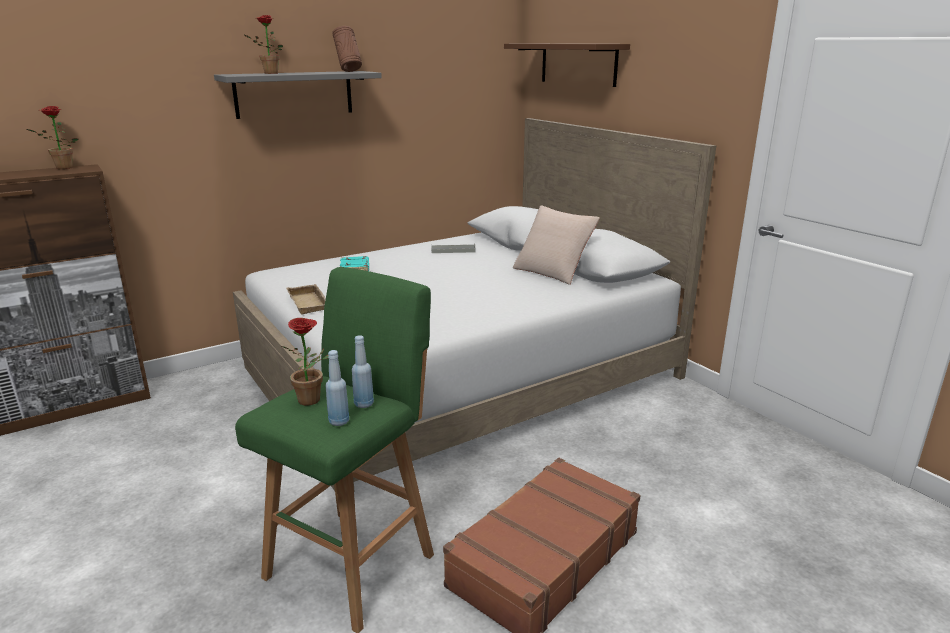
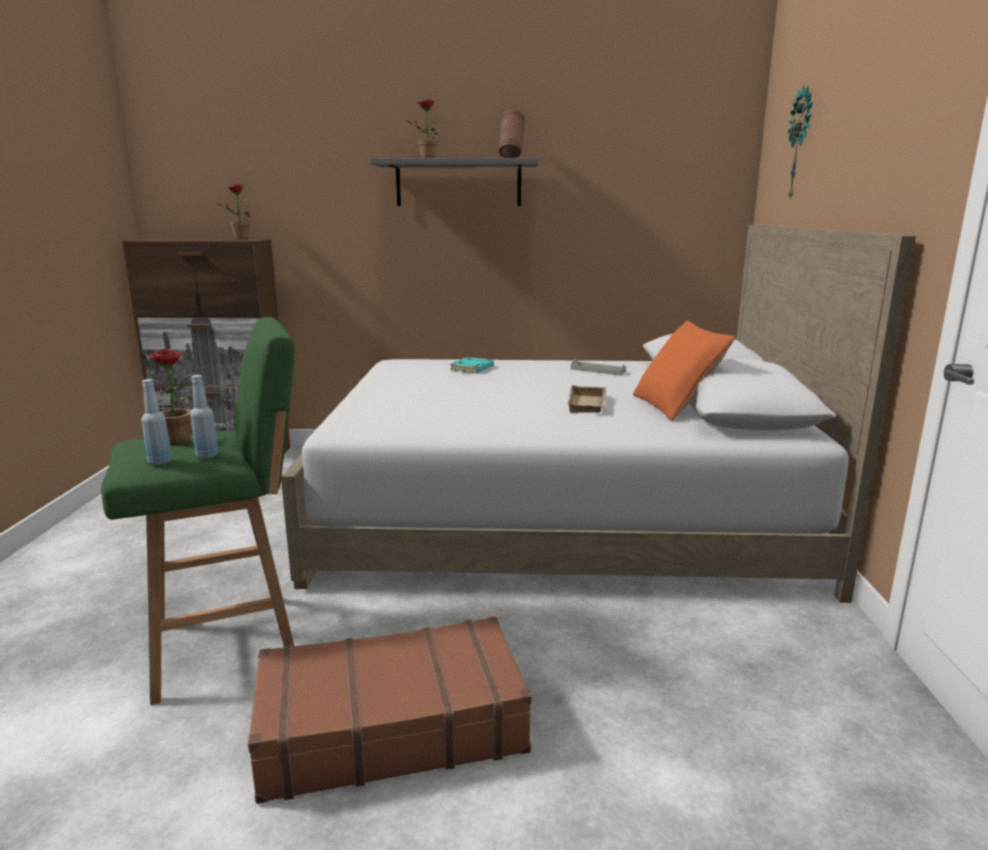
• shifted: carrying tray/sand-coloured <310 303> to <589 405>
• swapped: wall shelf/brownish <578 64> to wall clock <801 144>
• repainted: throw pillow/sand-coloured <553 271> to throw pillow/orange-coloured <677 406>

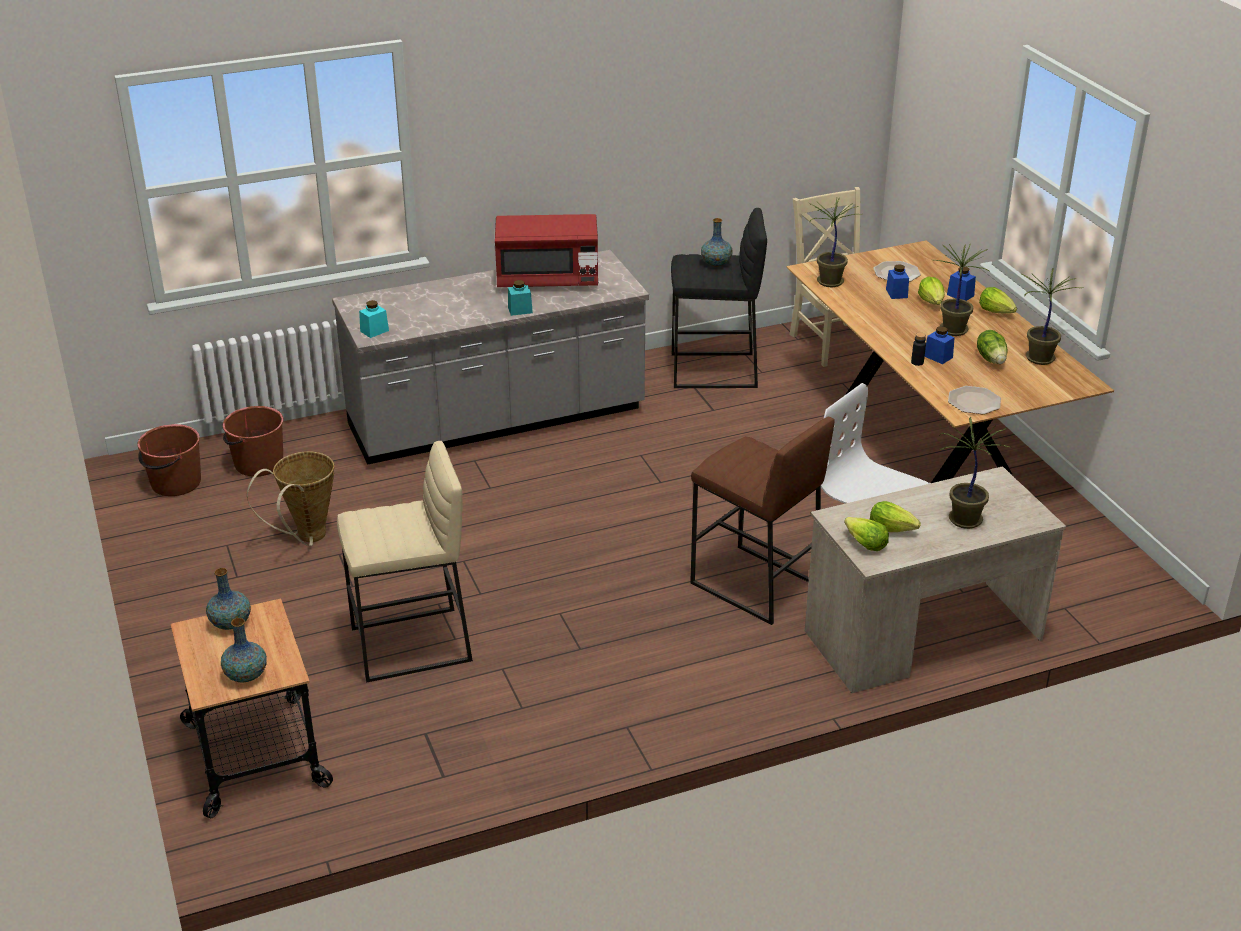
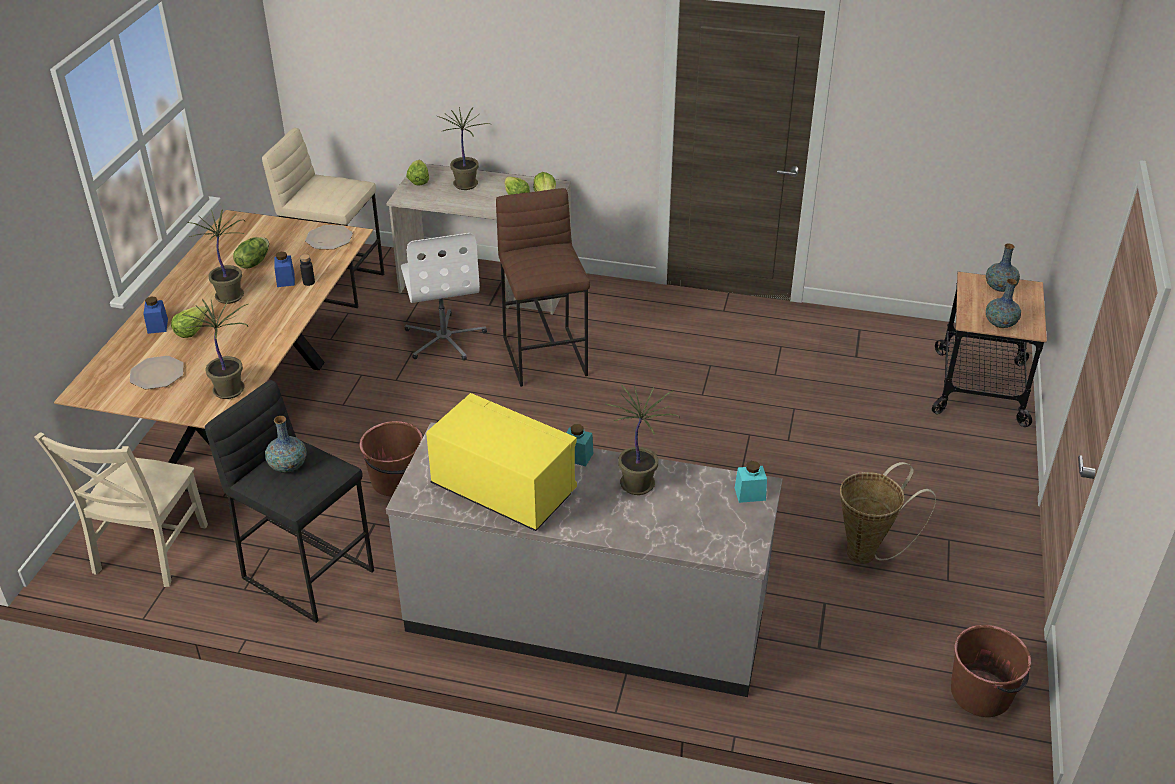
• gone: storage jar/blue-coloured <896 293>
• shifted: bucket/brownish <258 463> to <397 480>
• shifted: stool seat/sand-coloured <411 645> to <336 283>
• shifted: lettuce <996 311> to <418 180>
• shifted: plant in a pot <1039 359> to <639 484>
• repainted: kitchen microwave/reddish <547 279> to kitchen microwave/yellow <503 490>

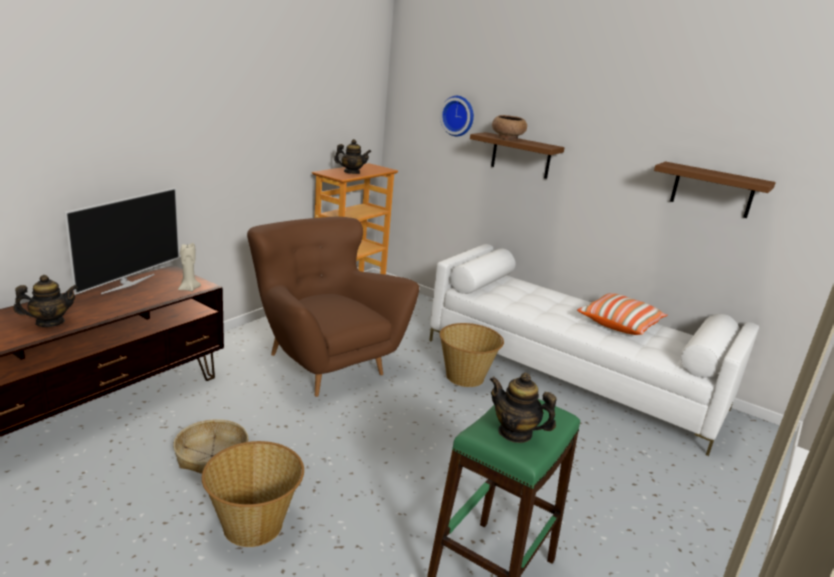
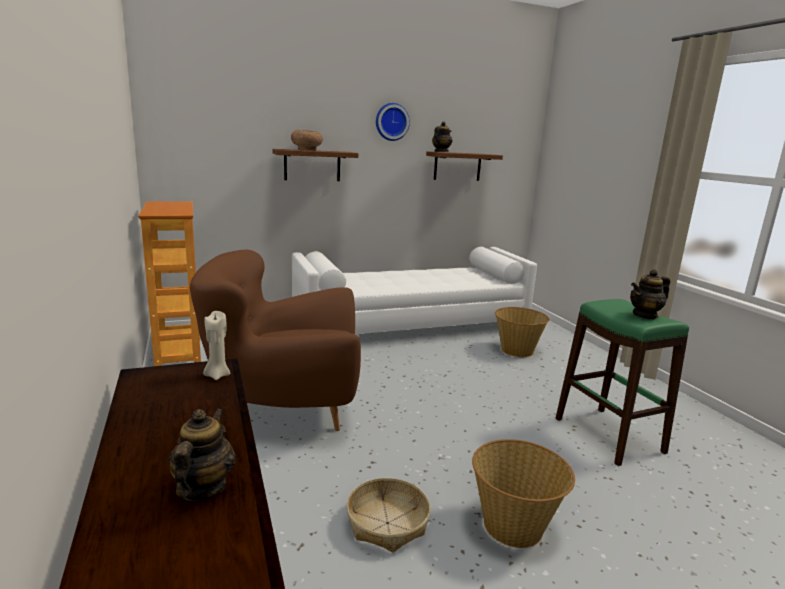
• gone: TV set <128 283>
• gone: throw pillow <620 324>
• shifted: teapot <351 172> to <441 152>
• shifted: wall clock <458 116> to <391 122>
• shifted: basket <465 377> to <517 350>

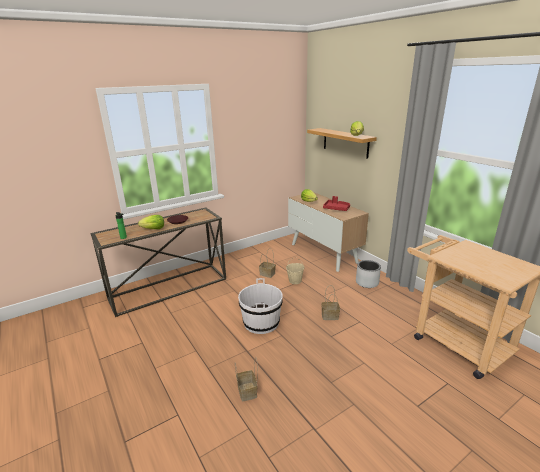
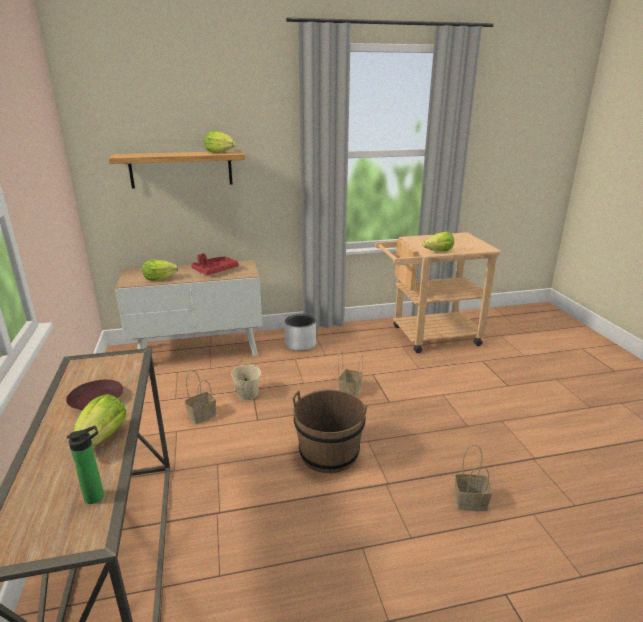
• new: lettuce <439 251>
• repainted: bucket/white <261 322> to bucket/brownish <329 453>

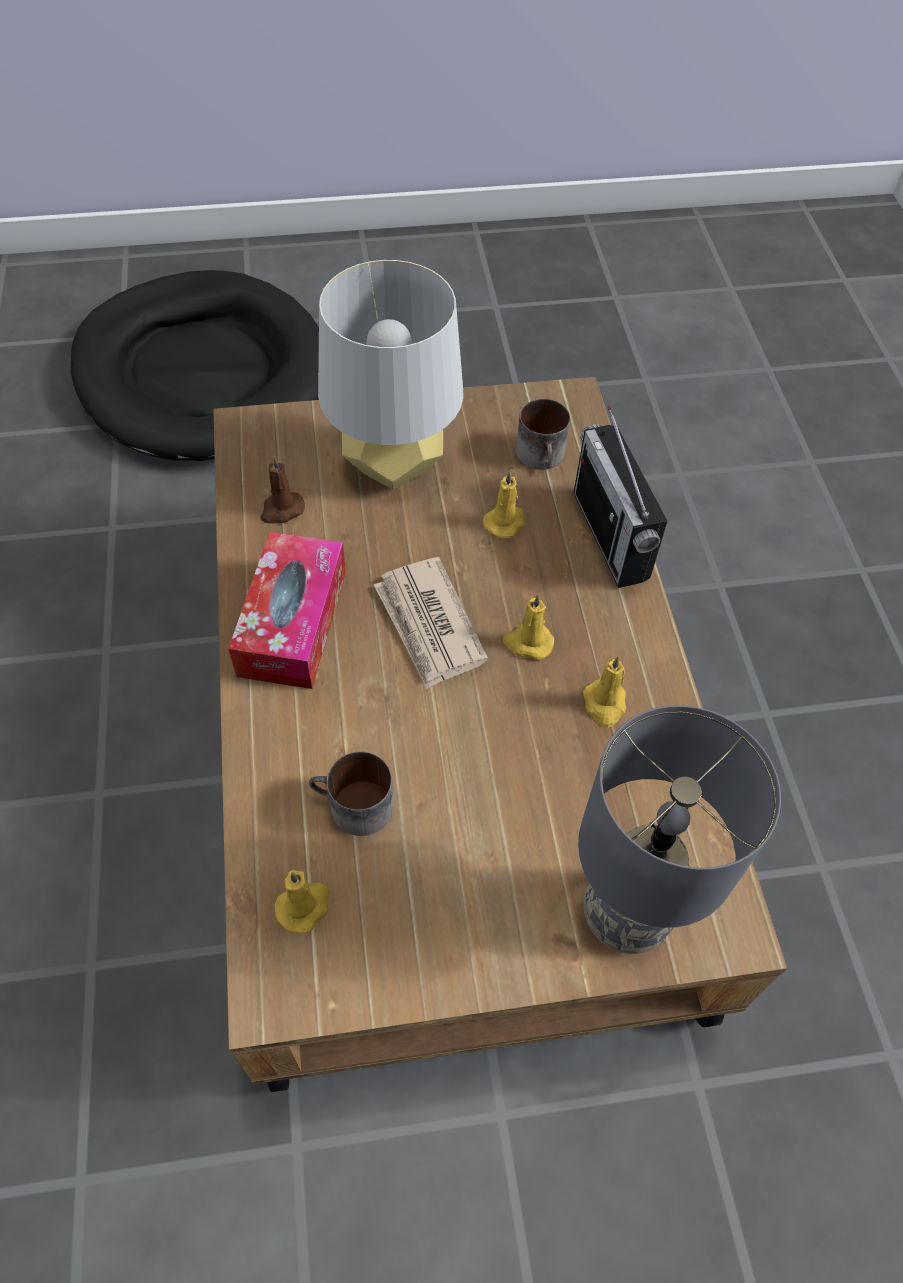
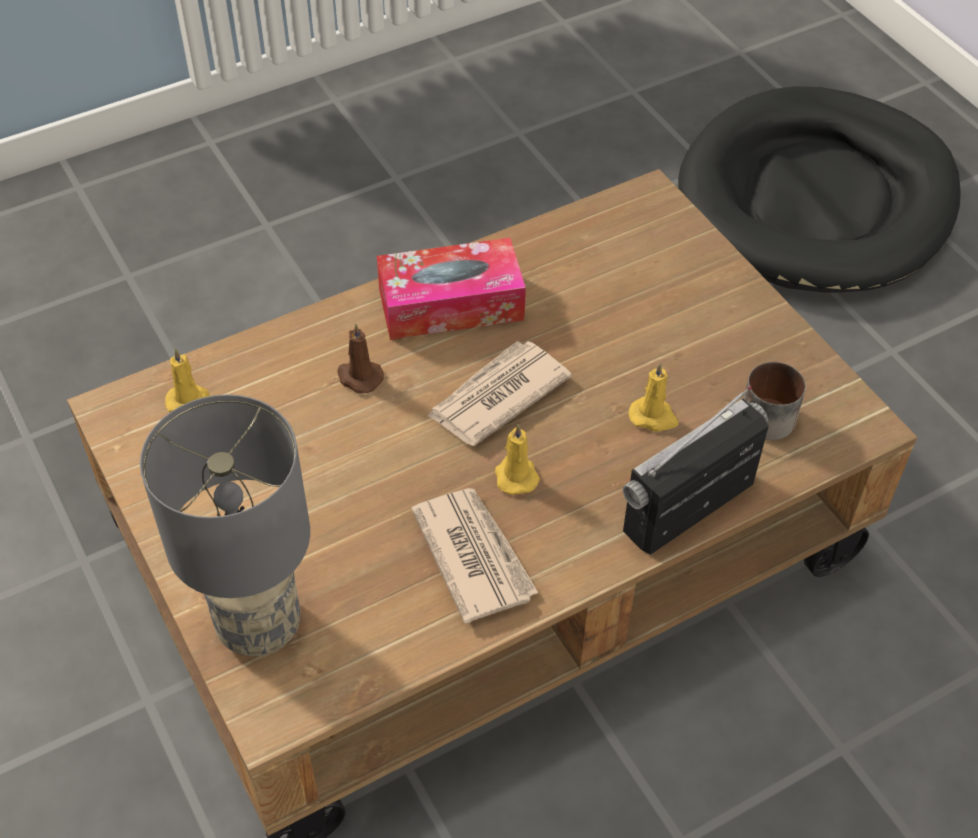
• gone: coffee mug <352 808>
• gone: table lamp/gray <393 465>
• shifted: candle/brownish <281 510> to <359 377>
• swapped: candle/yellow <604 704> to daily paper <473 555>

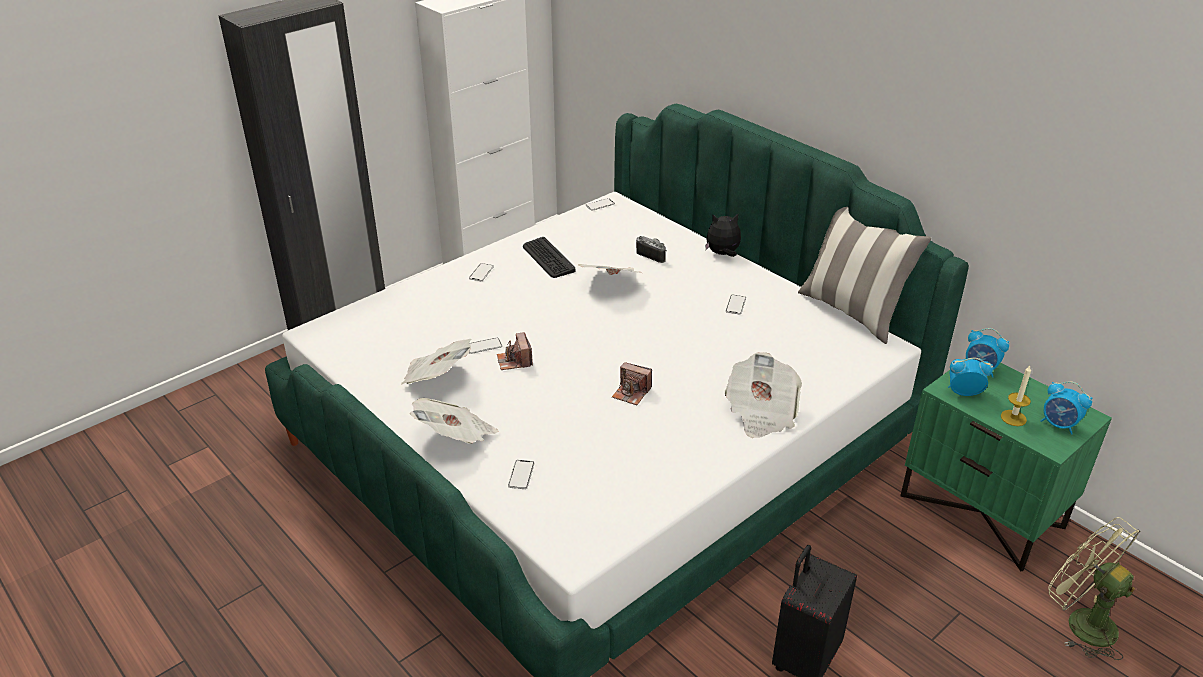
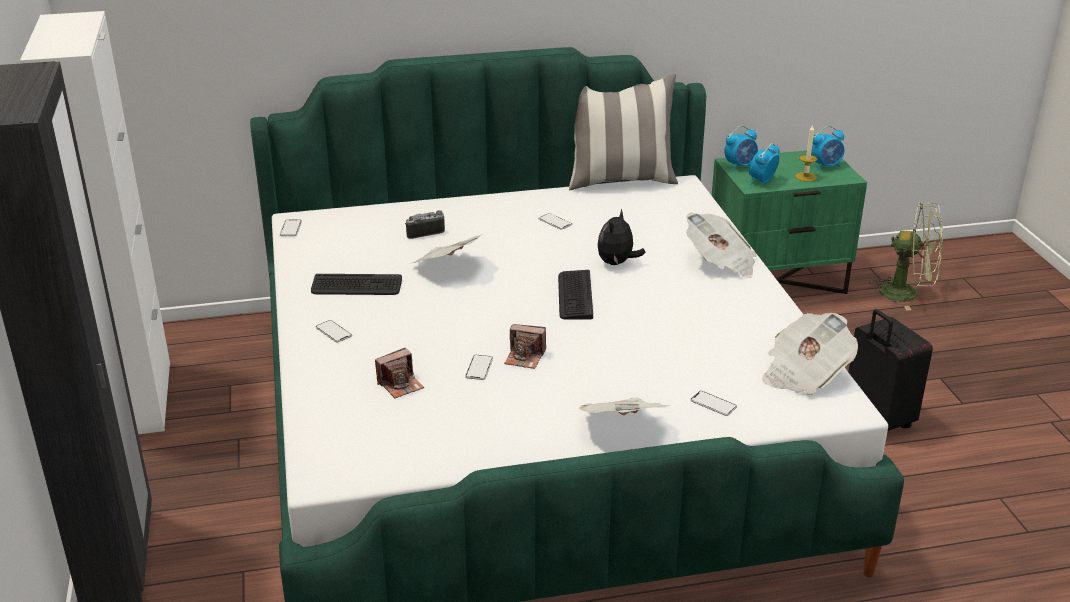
• new: keyboard <575 296>
• shifted: daily paper <437 377> to <804 374>
• shifted: photo camera <631 393> to <400 385>
• shifted: soft toy <722 254> to <617 263>
• rotated: cooling fan/greenish <1080 622> = <907 294> 150 degrees counterclockwise

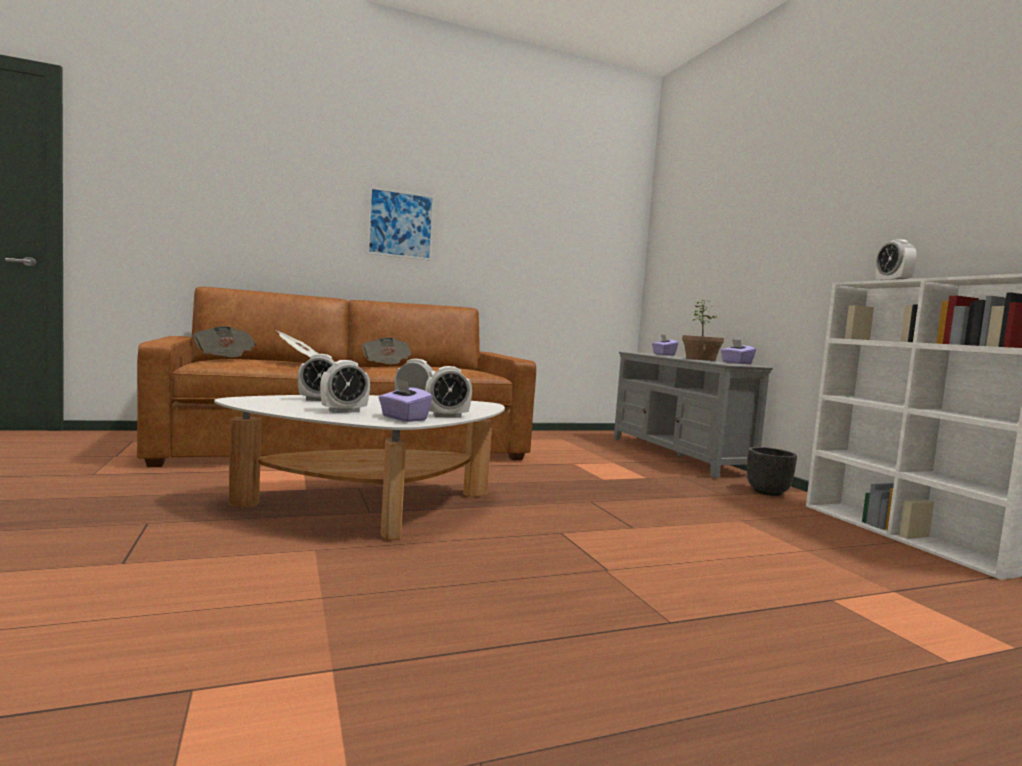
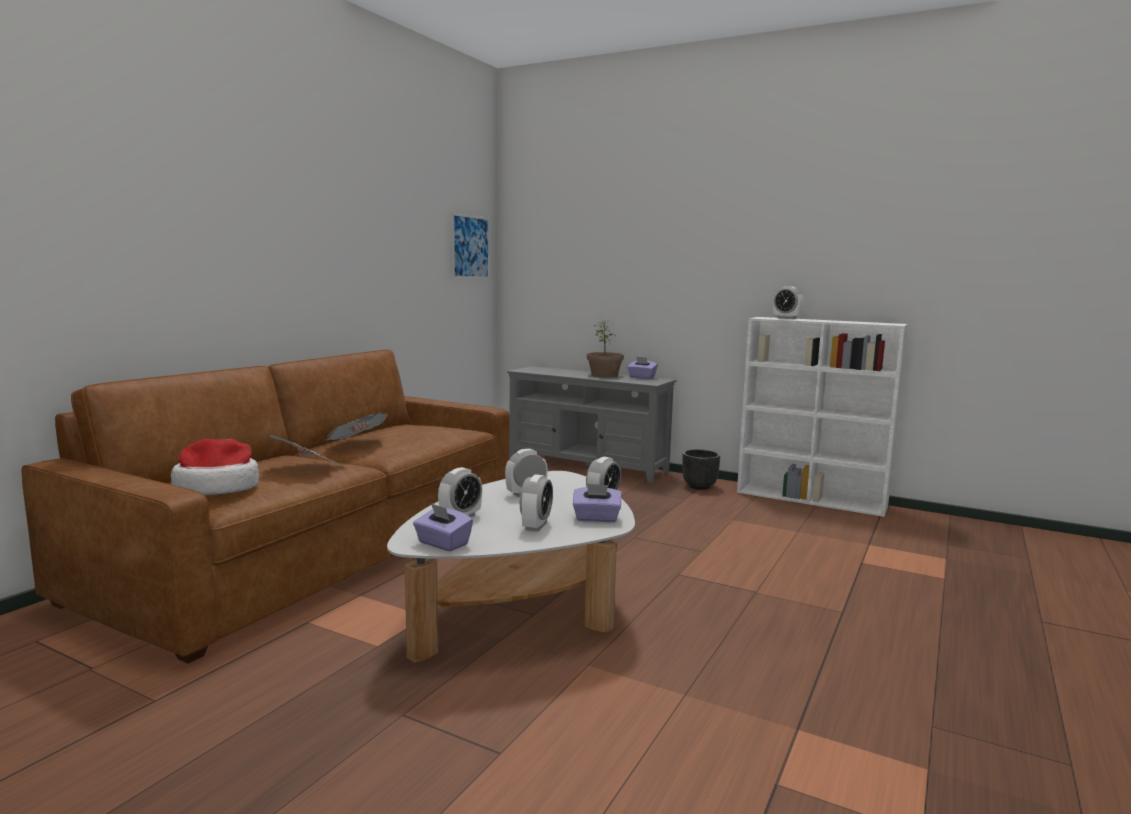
• shifted: picture <401 224> to <470 247>
• shifted: tissue box/purplish <663 354> to <442 544>
• swapped: daily paper <225 359> to hat <217 488>

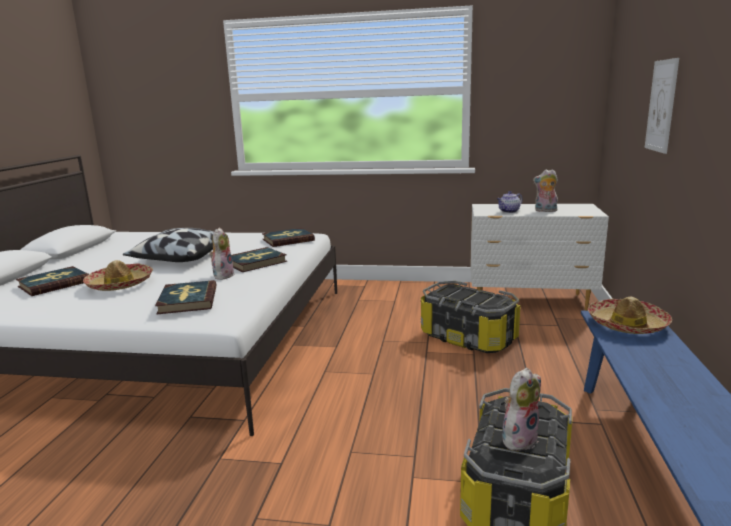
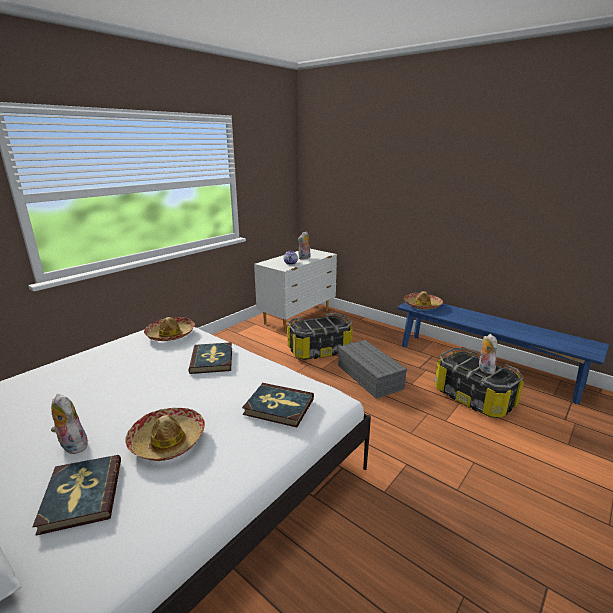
• gone: throw pillow <178 258>
• gone: picture <661 106>
• new: storage bin/gray <370 377>
• shifted: soft toy <223 275> to <71 446>
• swapped: book <288 240> to hat <170 334>

